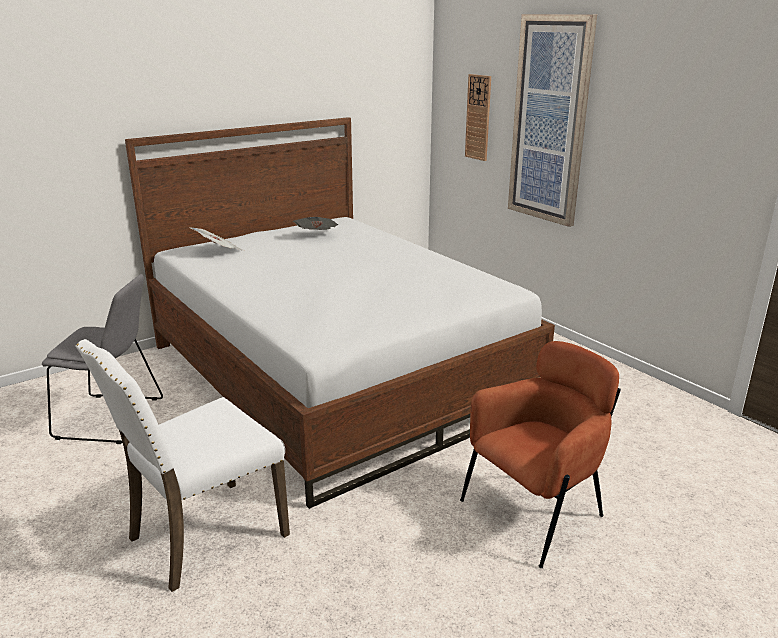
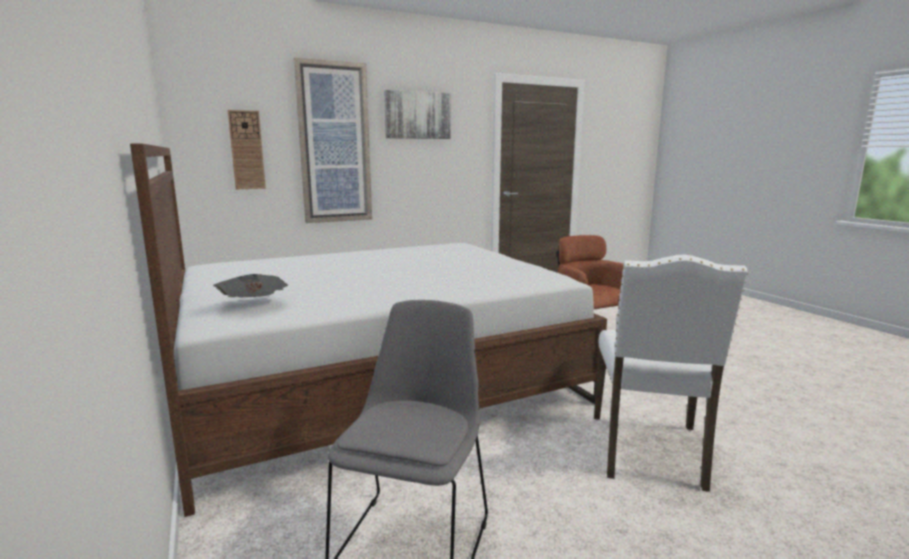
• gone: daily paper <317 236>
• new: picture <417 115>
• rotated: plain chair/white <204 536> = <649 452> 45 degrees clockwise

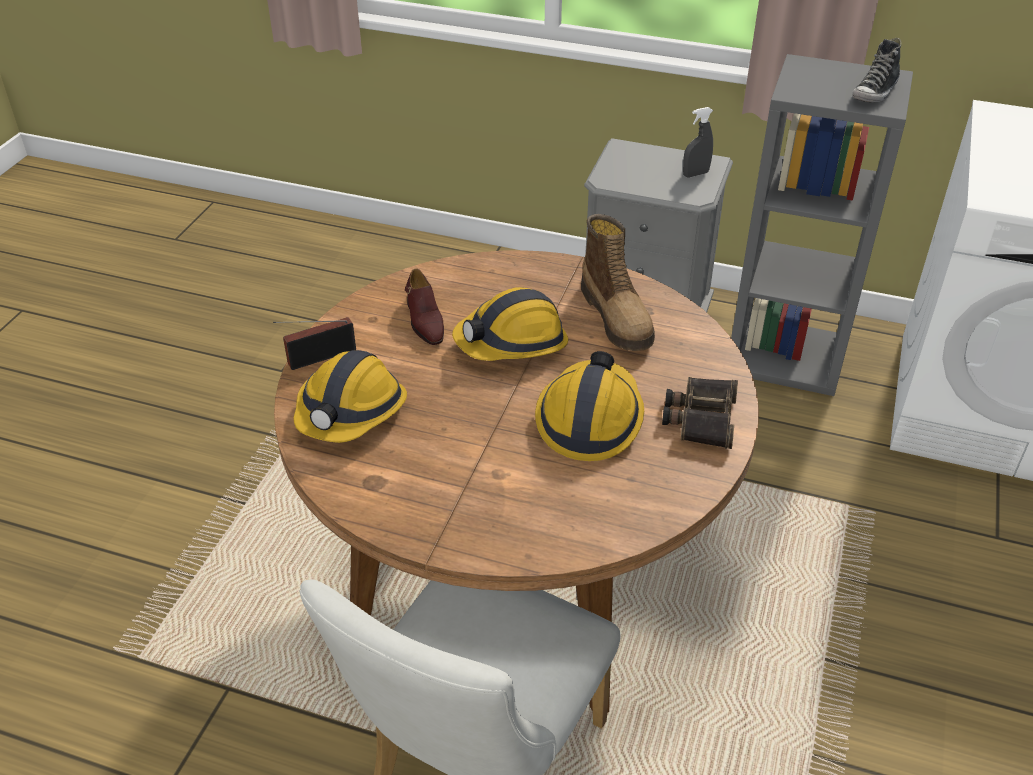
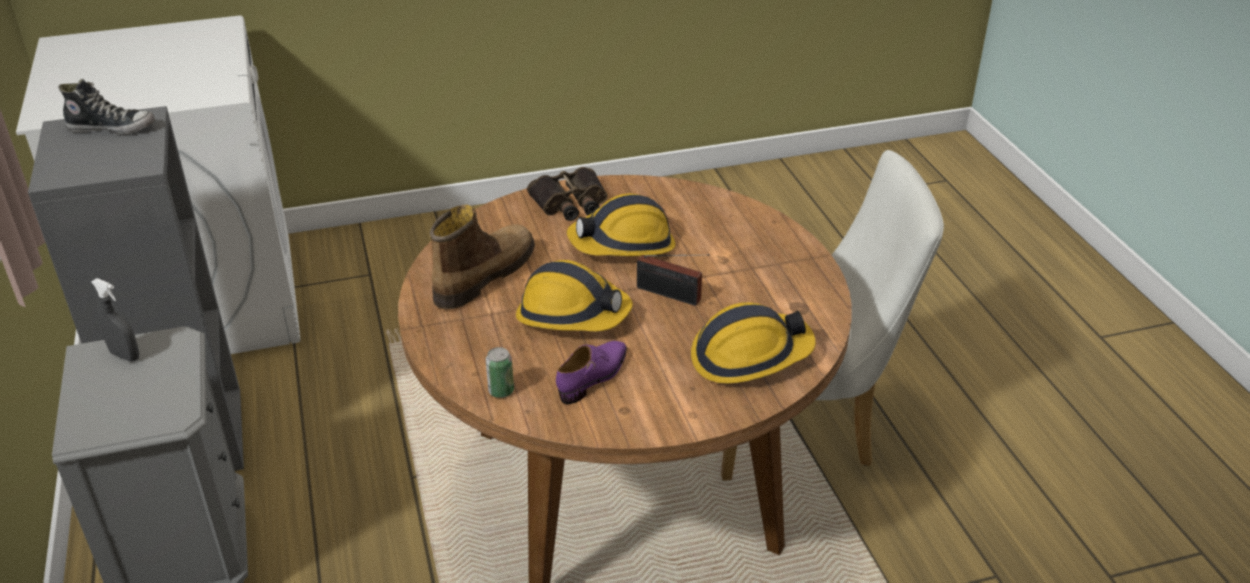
• new: metal can <501 391>
• shifted: radio set <318 357> to <671 295>
• repainted: item of footwear/brownish <424 320> to item of footwear/purplish <594 377>

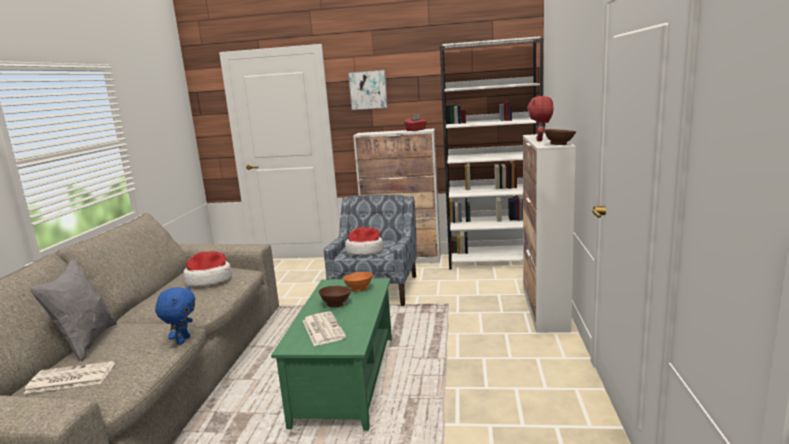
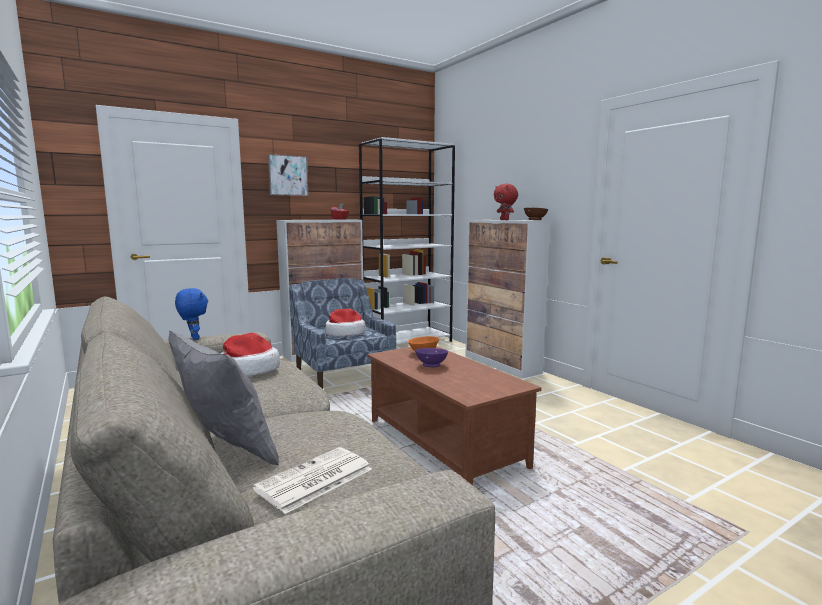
• gone: daily paper <322 329>
• shifted: soft toy/blue-coloured <182 340> to <193 338>
• repainted: coffee table/greenish <345 378> to coffee table/brownish <442 443>
• repainted: bowl/brownish <336 304> to bowl/purplish <432 365>

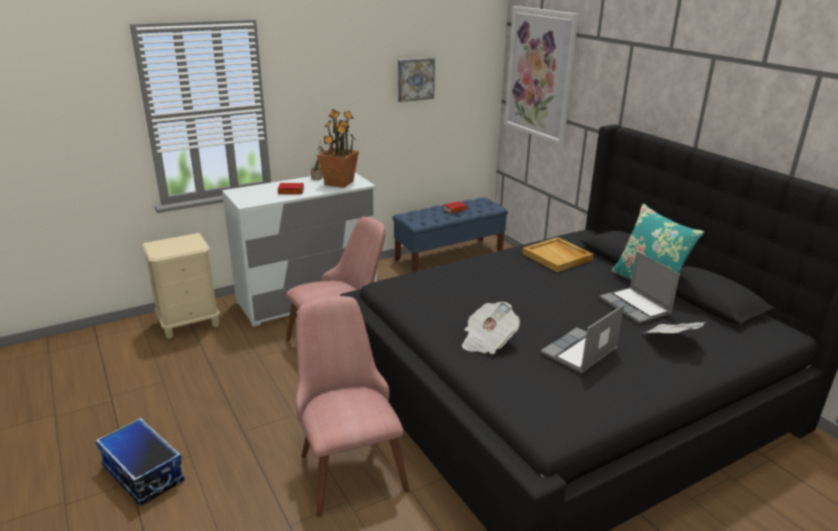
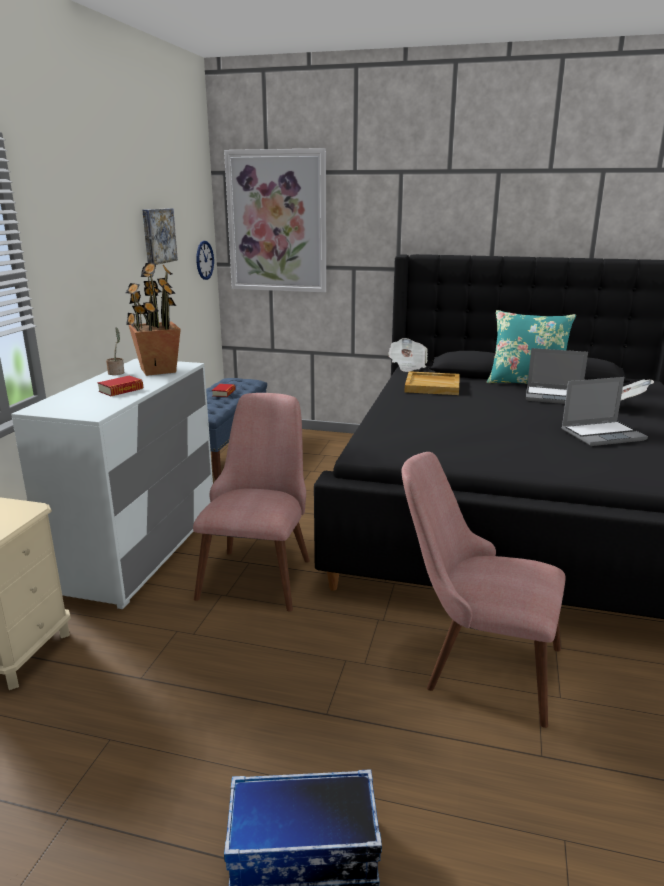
• new: wall clock <204 260>
• shifted: daily paper <487 341> to <407 366>
• rotated: notebook computer <579 352> = <603 434> 105 degrees counterclockwise

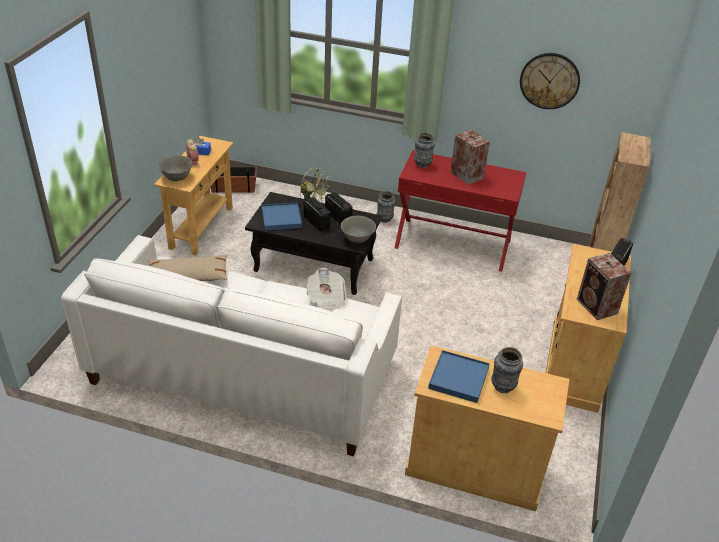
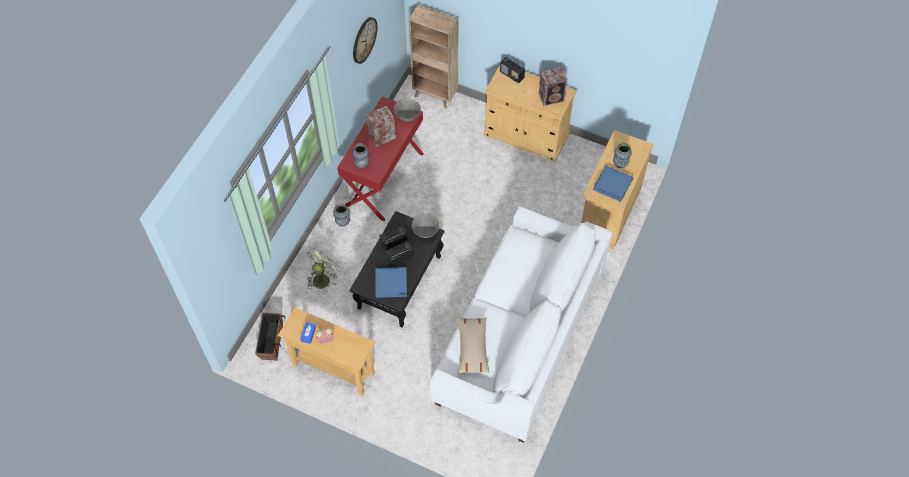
• gone: daily paper <326 300>
• shifted: bowl/gray <176 177> to <407 116>

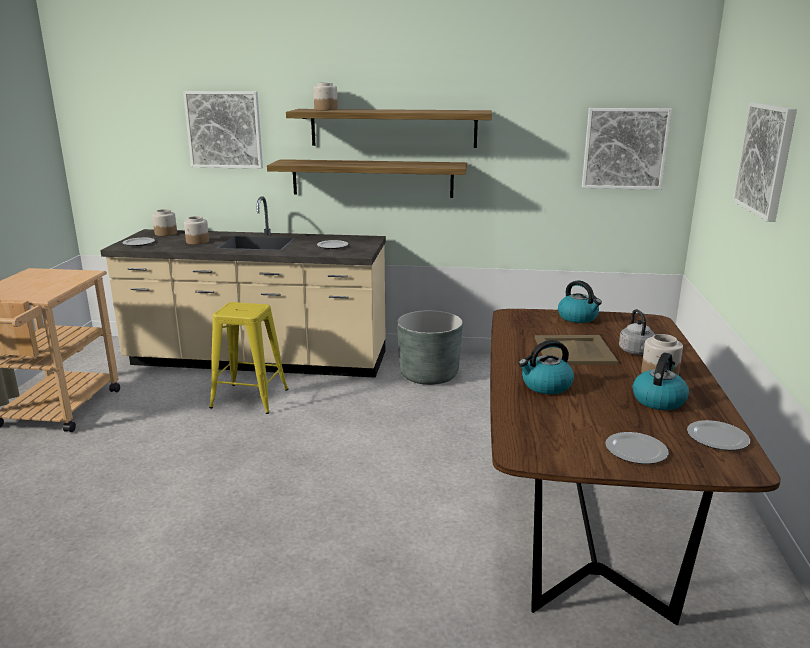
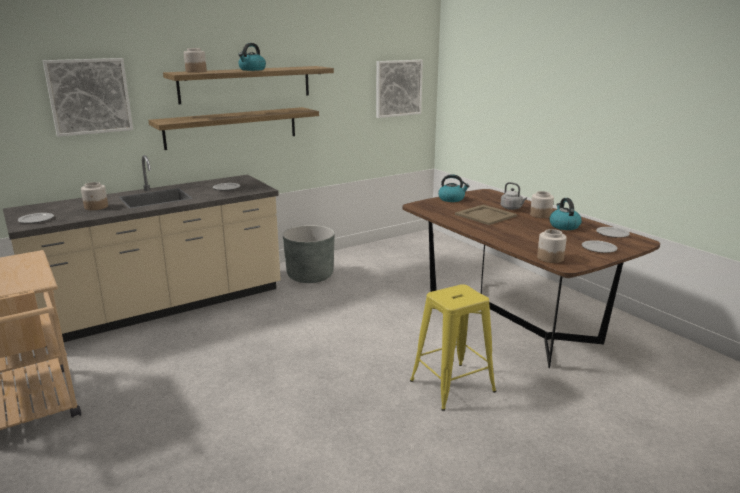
• gone: picture <765 159>
• shifted: storage jar <166 233> to <550 258>
• shifted: stool seat/yellow <249 398> to <452 386>
• shifted: kettle <546 386> to <252 69>

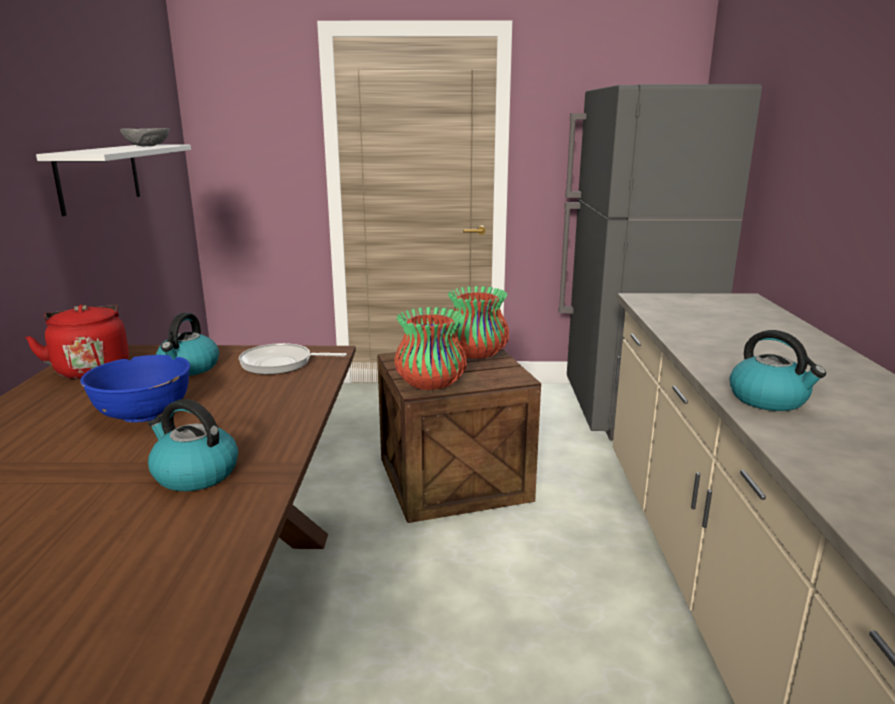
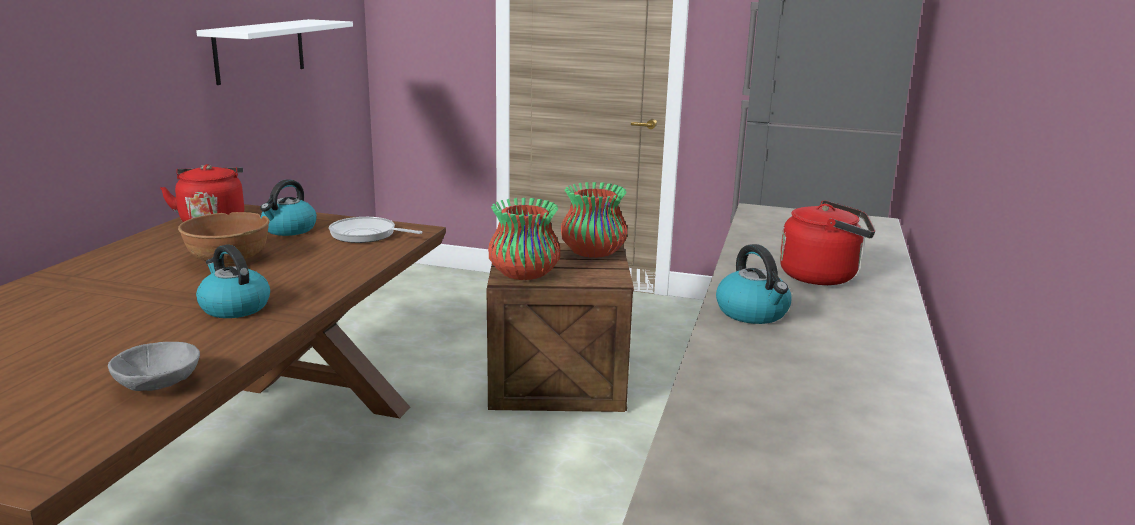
• new: kettle/reddish <823 276>
• shifted: bowl/gray <148 146> to <159 386>
• repainted: bowl/blue-coloured <143 413> to bowl/brownish <228 260>

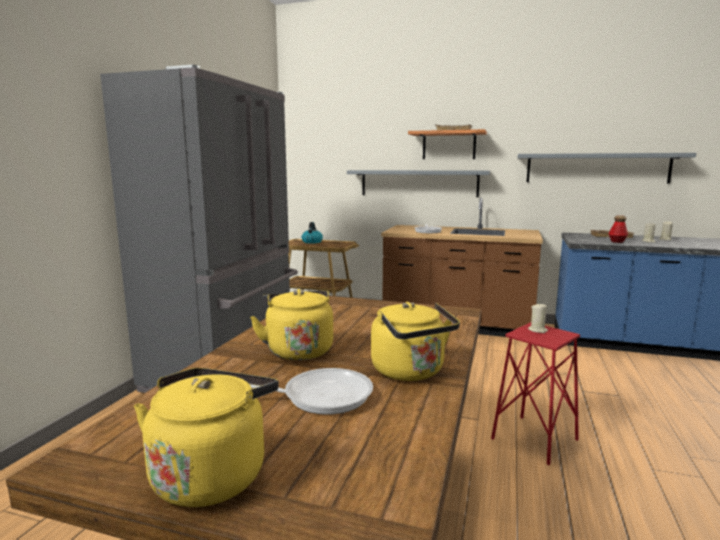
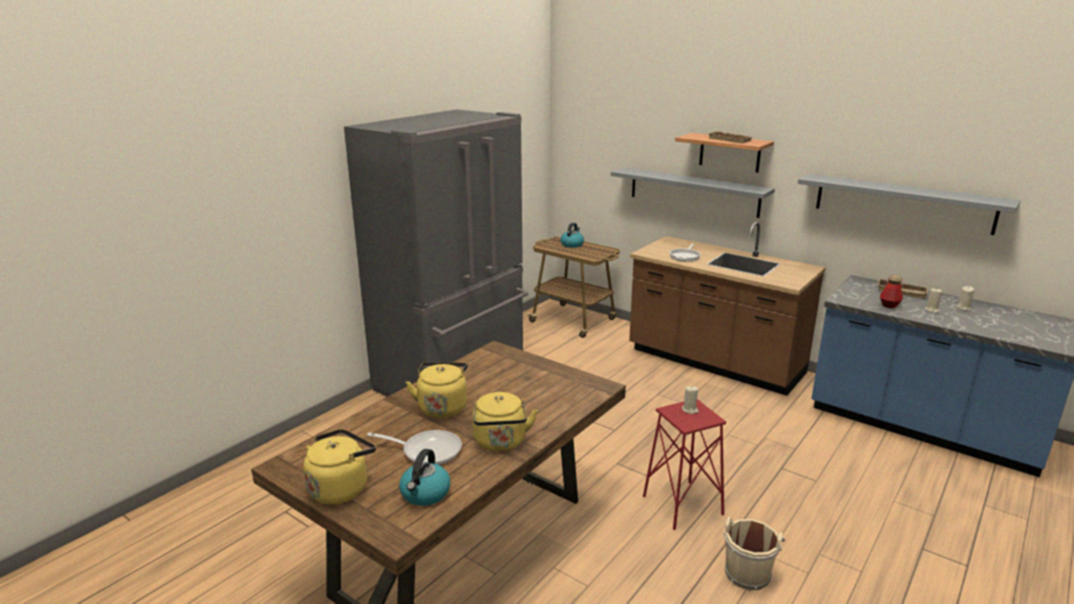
• new: kettle <425 494>
• new: bucket/sand-coloured <747 573>

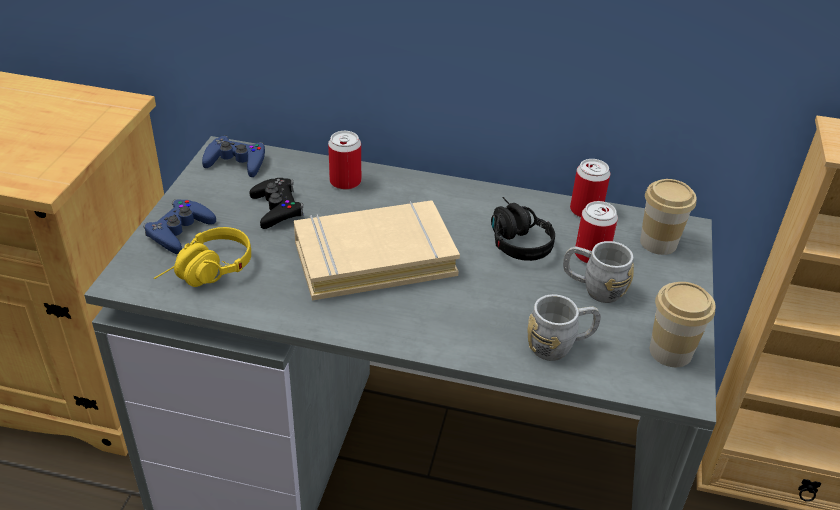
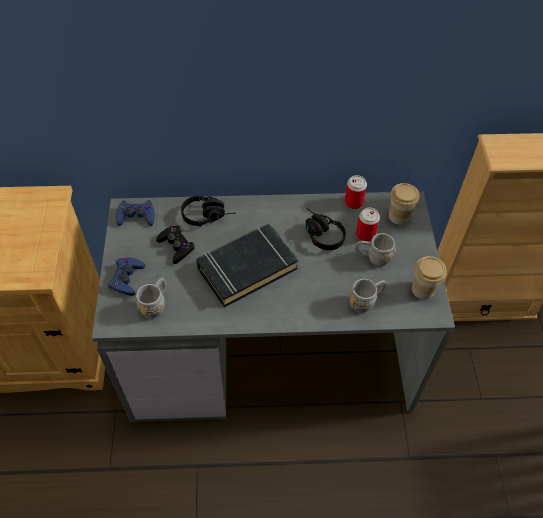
• swapped: pair of headphones/yellow <206 273> to coffee mug/gray <156 304>
• swapped: metal can <345 182> to pair of headphones/black-coloured <209 215>
• repainted: book/sand-coloured <374 257> to book/black-coloured <247 268>

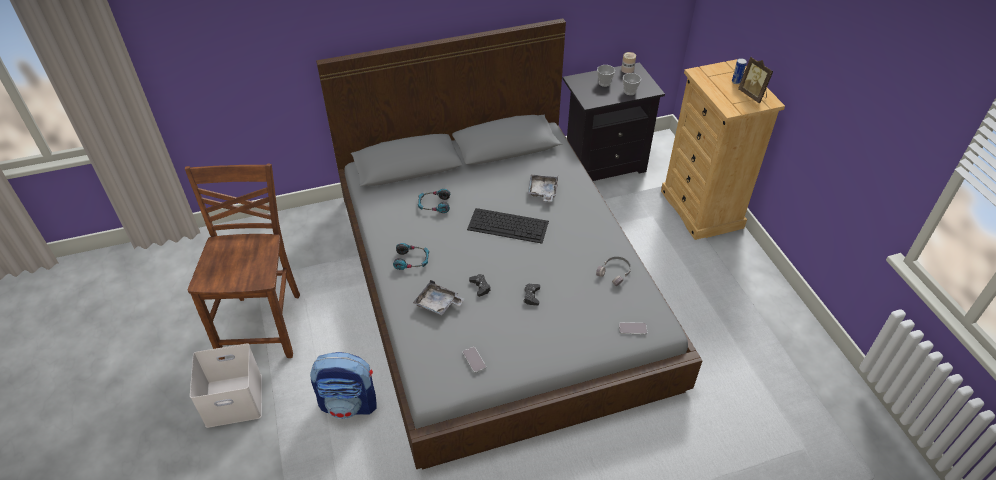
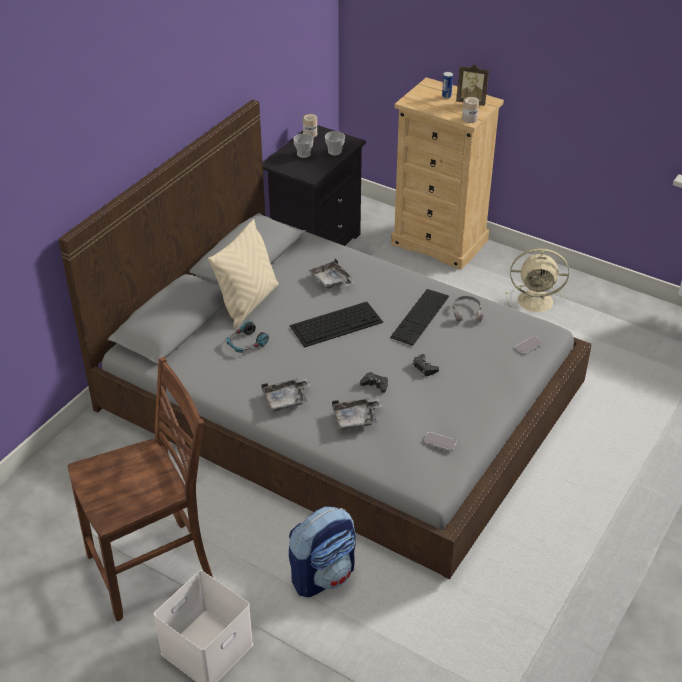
• new: throw pillow/sand-coloured <248 303>
• new: keyboard <420 317>
• new: metal can <469 119>
• new: cooling fan/sand-coloured <537 302>
• swapped: pair of headphones <412 260> to carrying tray/gray <286 400>
• rotated: plain chair/brownish <264 325> = <153 568> 105 degrees clockwise

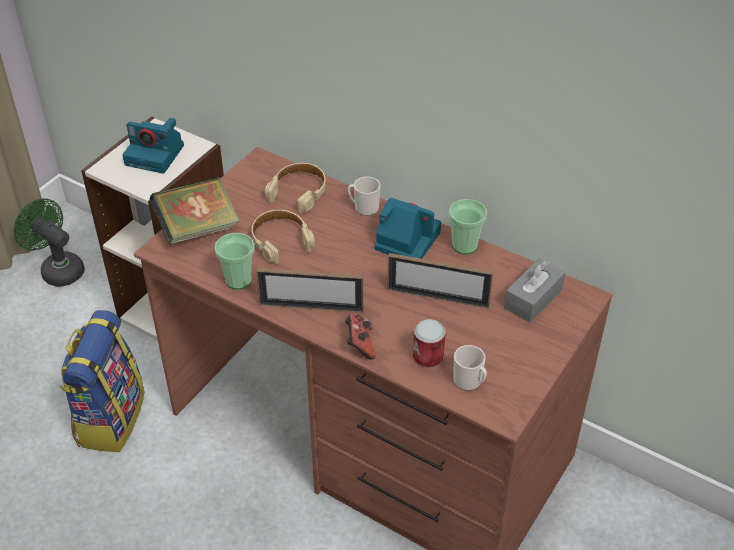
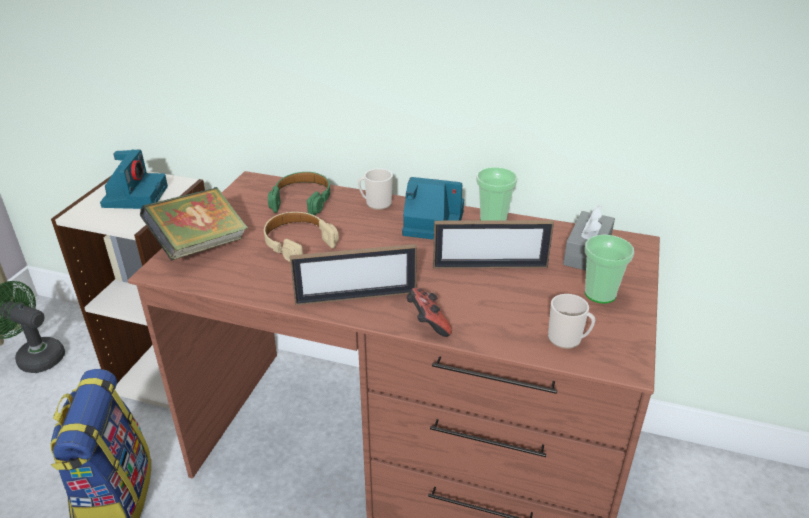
• gone: metal can <428 356>
• shifted: cup <238 280> to <600 294>
• repainted: pair of headphones/sand-coloured <298 192> to pair of headphones/greenish <302 200>
• rotated: photo camera <156 155> = <135 196> 90 degrees counterclockwise

